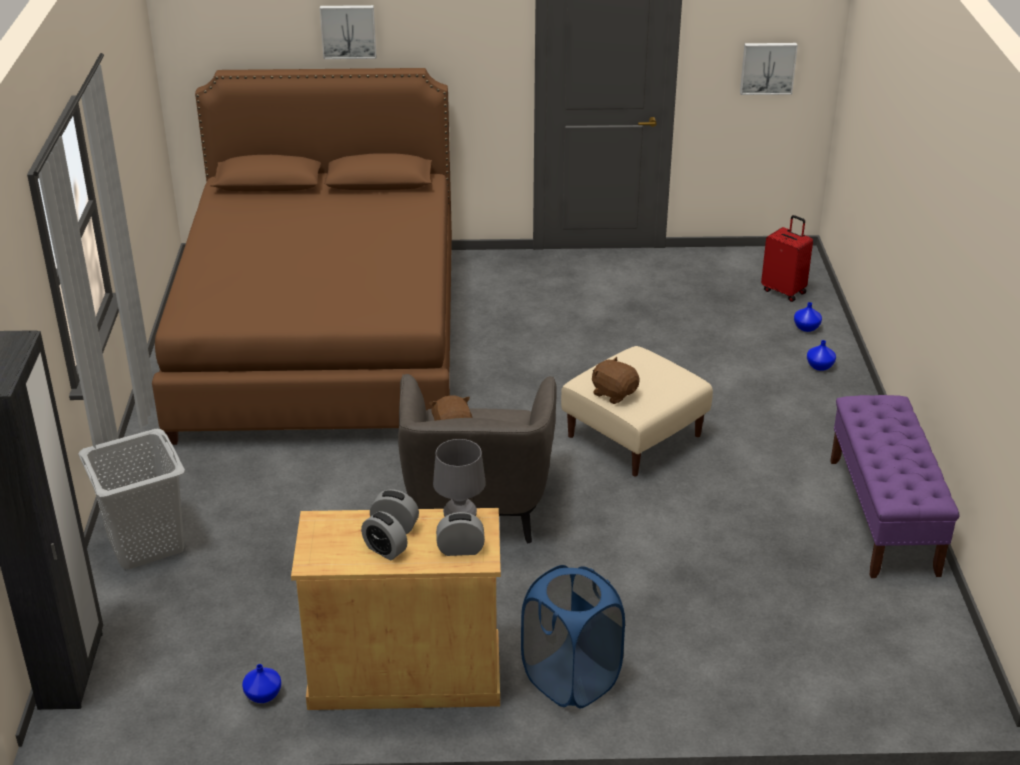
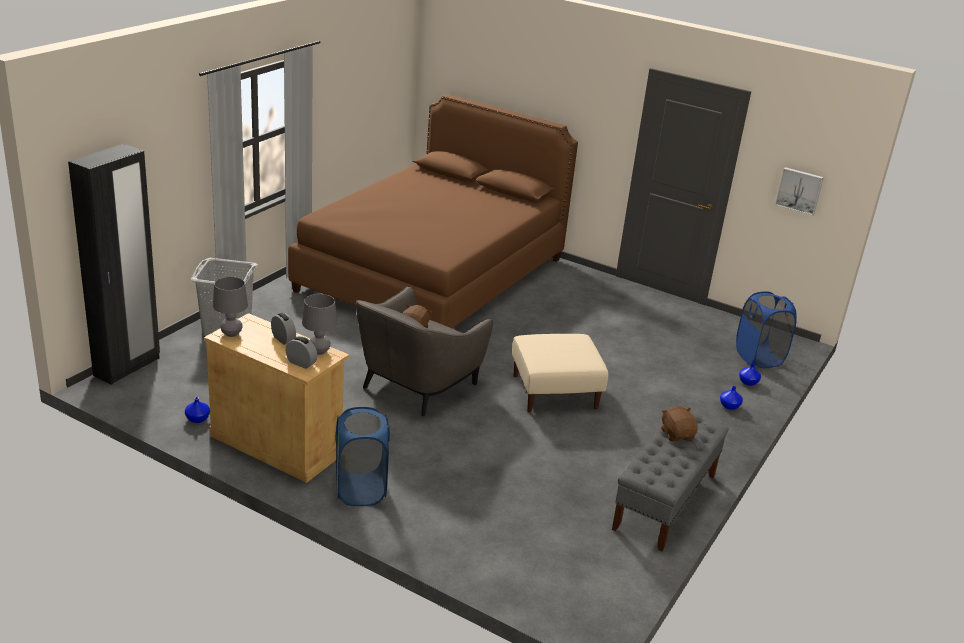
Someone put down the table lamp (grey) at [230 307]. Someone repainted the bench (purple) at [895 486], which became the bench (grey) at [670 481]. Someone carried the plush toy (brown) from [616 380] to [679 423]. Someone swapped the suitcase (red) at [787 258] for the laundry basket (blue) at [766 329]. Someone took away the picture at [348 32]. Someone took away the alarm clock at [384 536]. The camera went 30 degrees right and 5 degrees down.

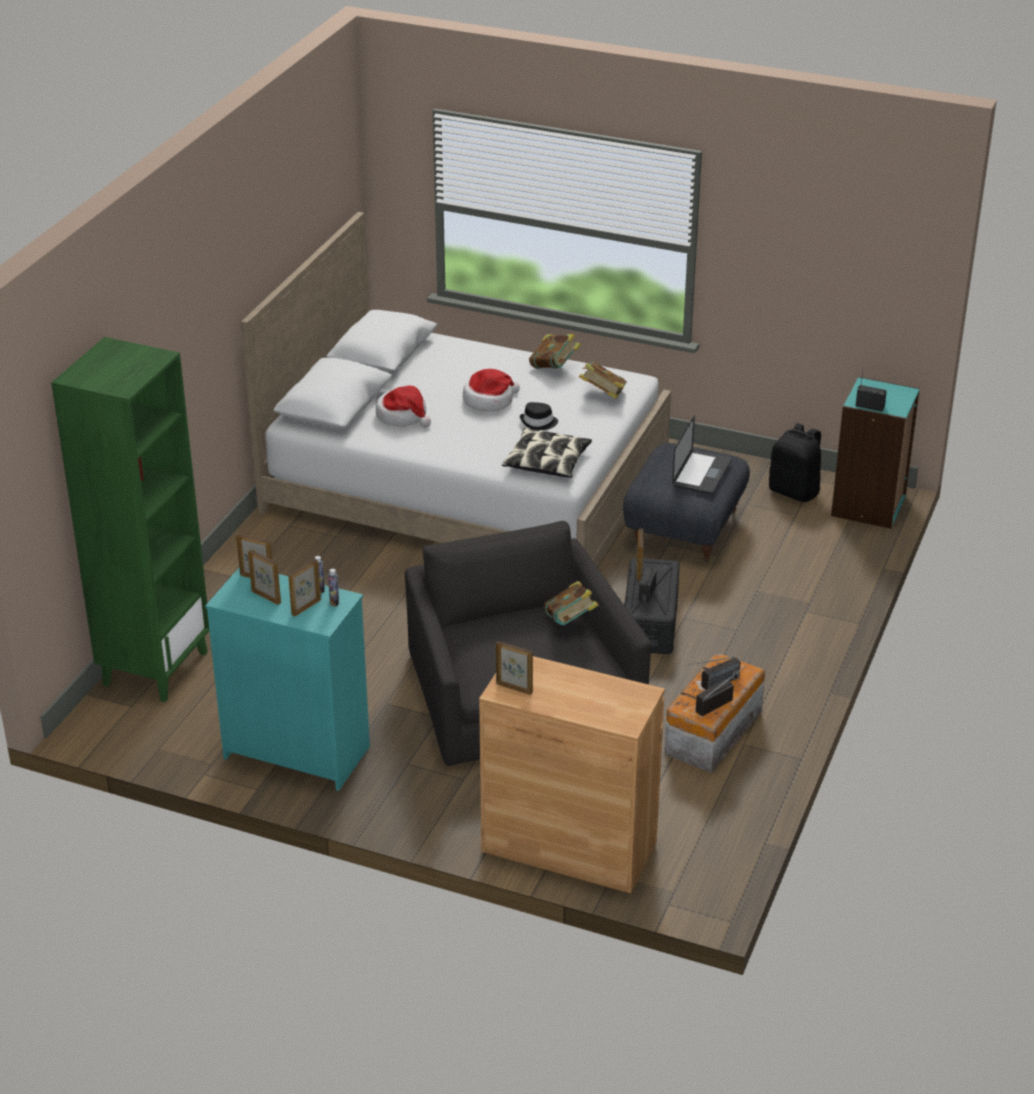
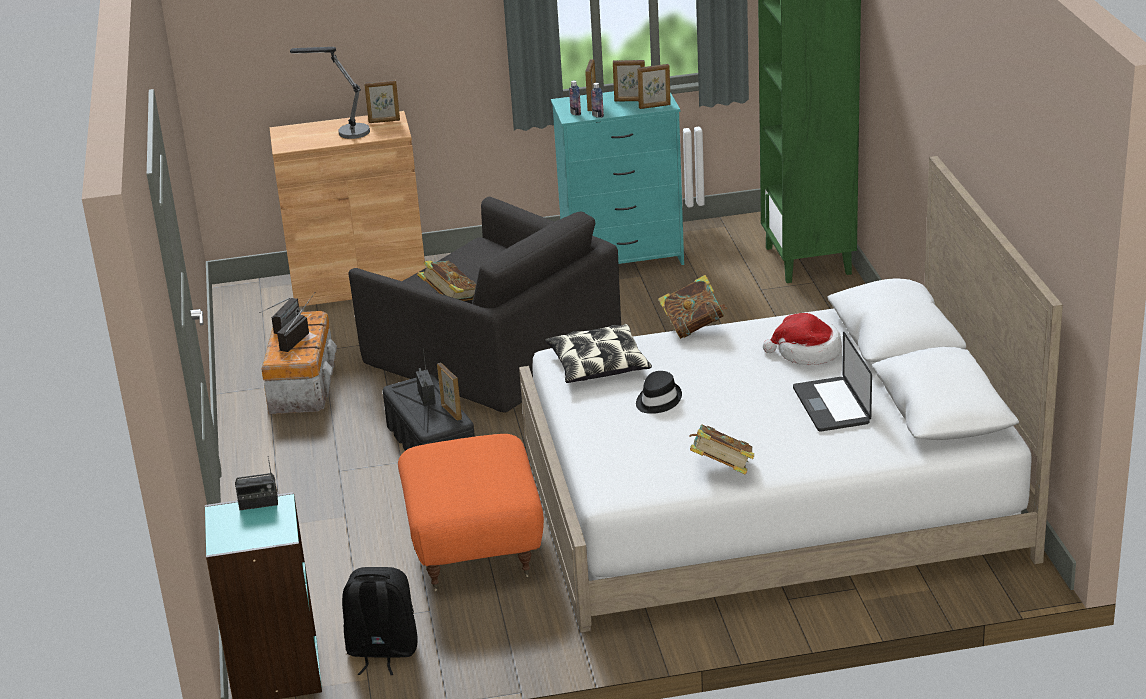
Someone put down the table lamp at [330 93]. Someone repainted the ottoman (grey) at [686 504], which became the ottoman (orange) at [471 513]. Someone carried the book from [603 380] to [693 307]. Someone carried the laptop from [701 455] to [832 381]. Someone took away the hat at [491 390]. The camera went 150 degrees right and 5 degrees down.

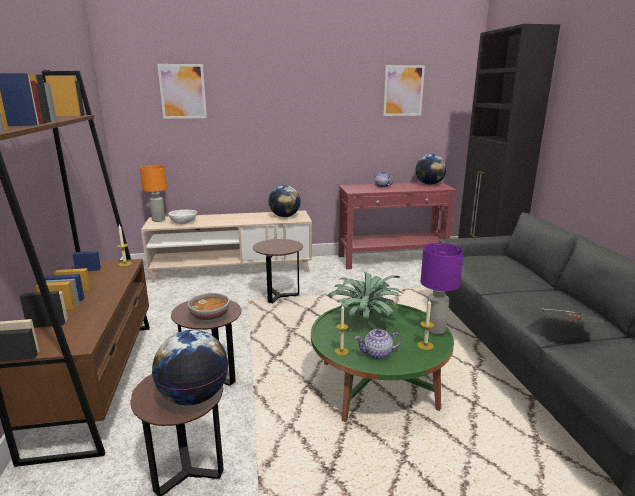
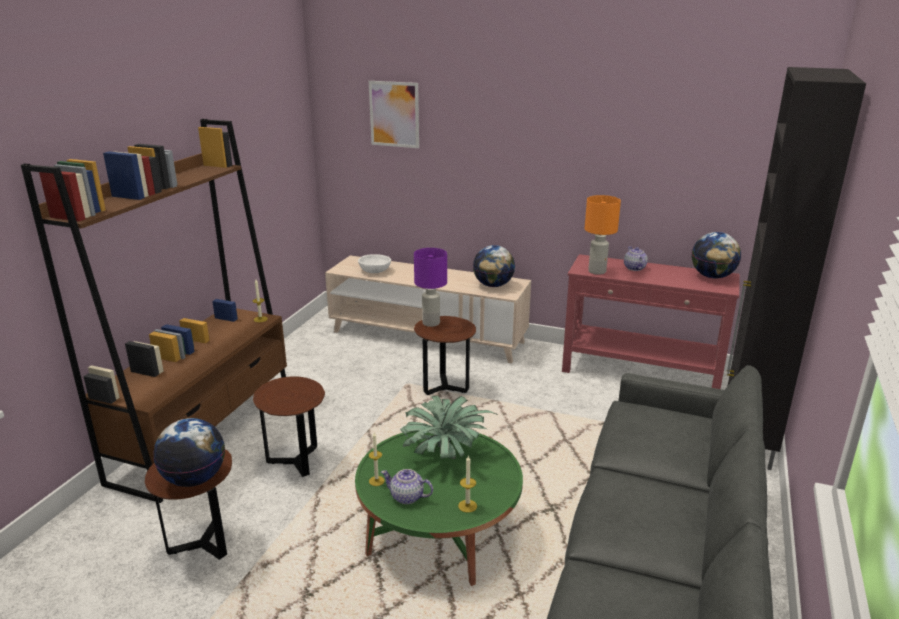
Someone carried the table lamp (purple) from [442 288] to [430 287]. Someone carried the table lamp (orange) from [153 193] to [603 235]. Someone took away the bowl at [209 307]. Someone took away the picture at [404 90]. Someone took away the newspaper at [573 316]. The camera went 30 degrees right and 5 degrees up.

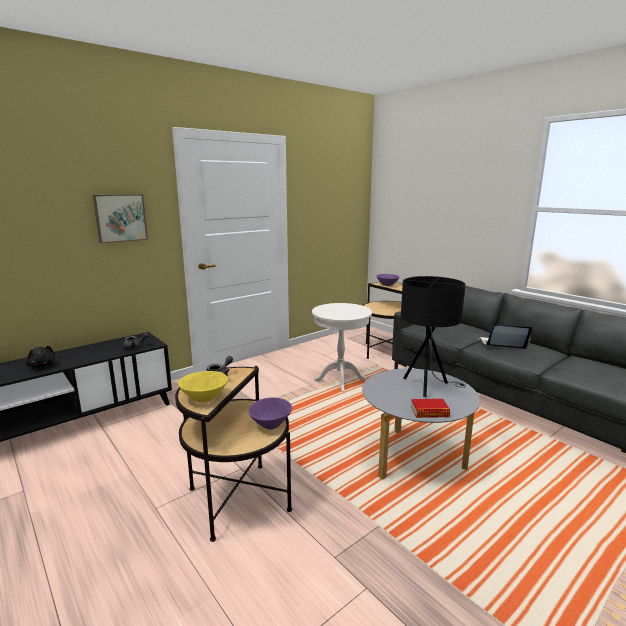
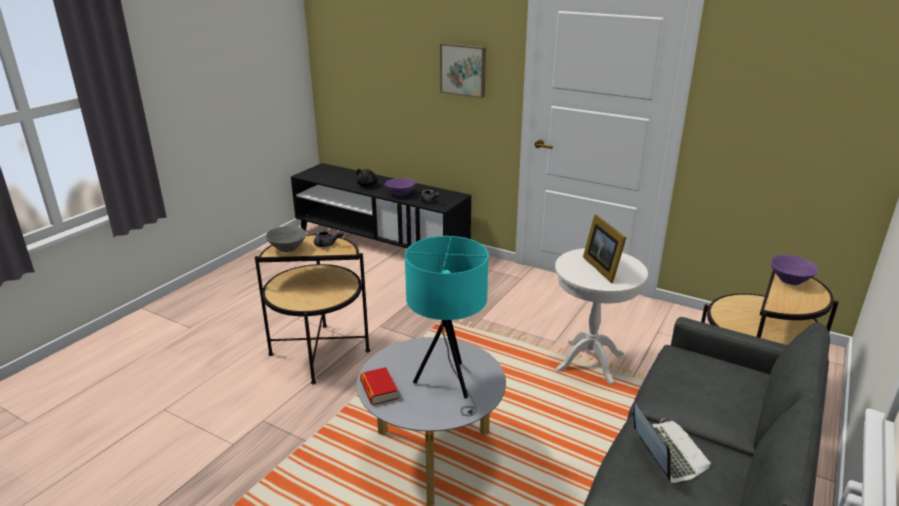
Someone repainted the bowl (yellow) at [203 386], which became the bowl (grey) at [286 239]. Someone carried the bowl (purple) from [270 413] to [400 187]. Someone repainted the table lamp (black) at [433 336], which became the table lamp (turquoise) at [447 326]. Someone put down the picture frame at [604 248]. The camera went 70 degrees right and 10 degrees up.

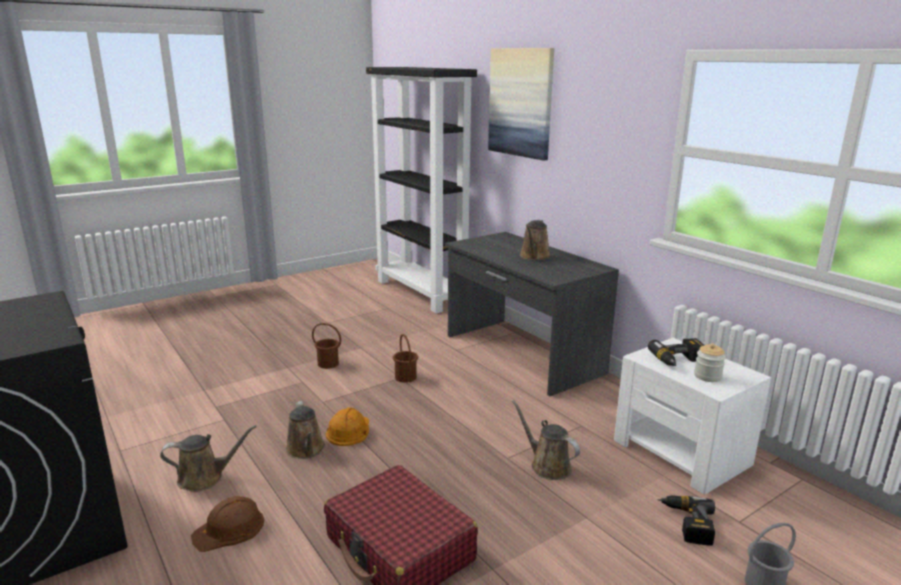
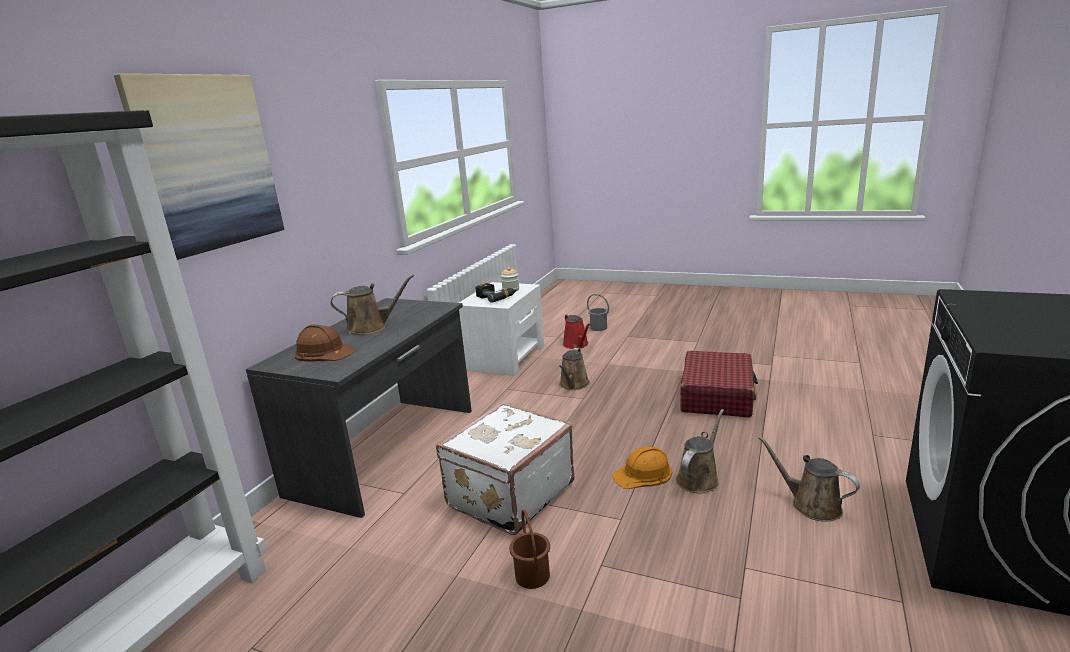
Someone carried the hard hat (brown) from [227 524] to [325 342]. Someone swapped the bucket (brown) at [405 358] for the suitcase (white) at [505 468]. Someone swapped the power drill at [686 520] for the watering can (red) at [577 331]. The camera went 120 degrees left and 0 degrees up.

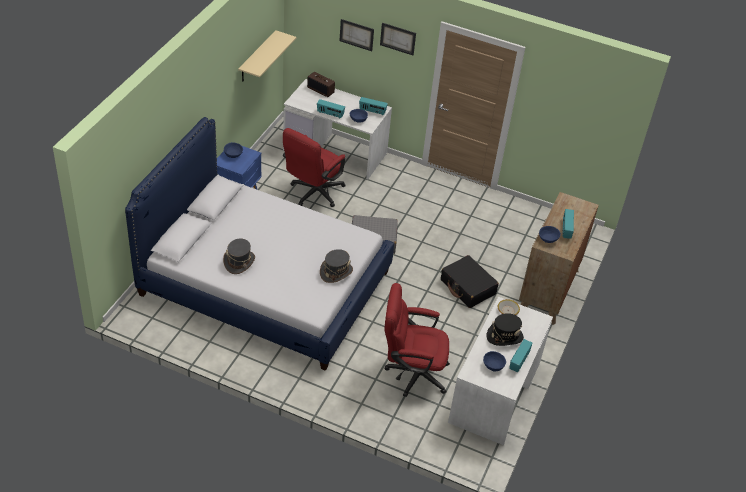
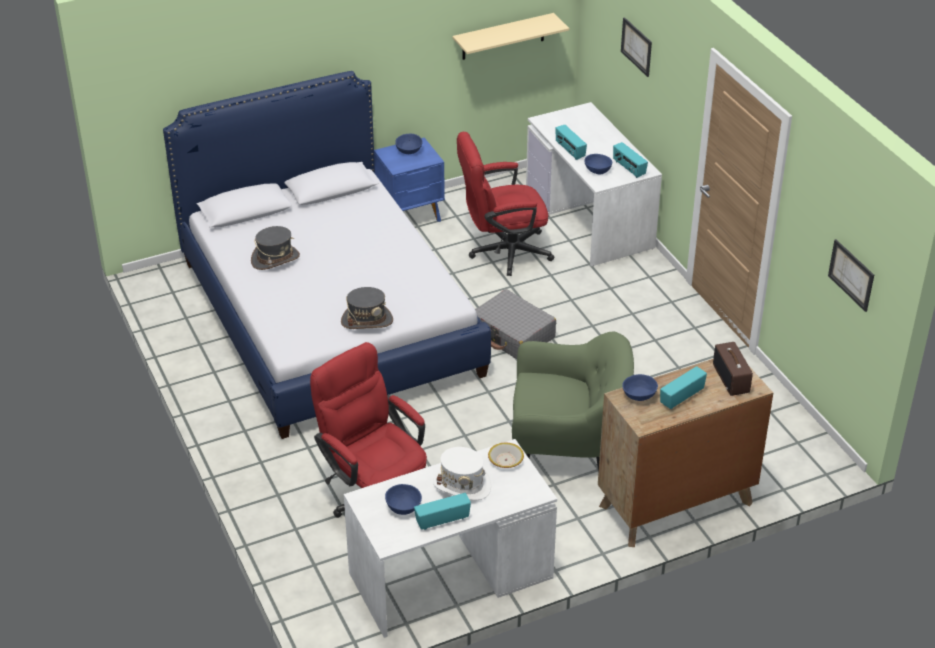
Someone repainted the hat (black) at [505 329], which became the hat (white) at [462 474]. Someone swapped the suitcase (black) at [470 281] for the armchair (green) at [573 401]. Someone carried the radio from [321 84] to [733 369]. Someone carried the picture from [398 39] to [851 275]. The camera went 45 degrees right and 5 degrees down.

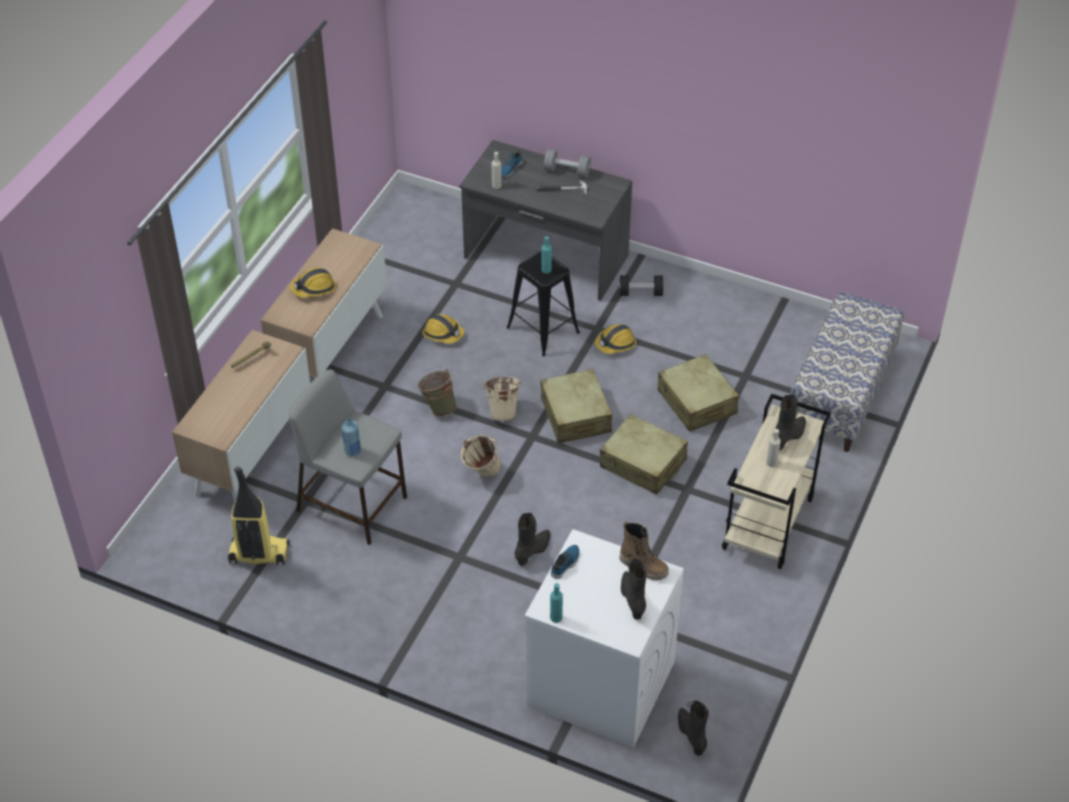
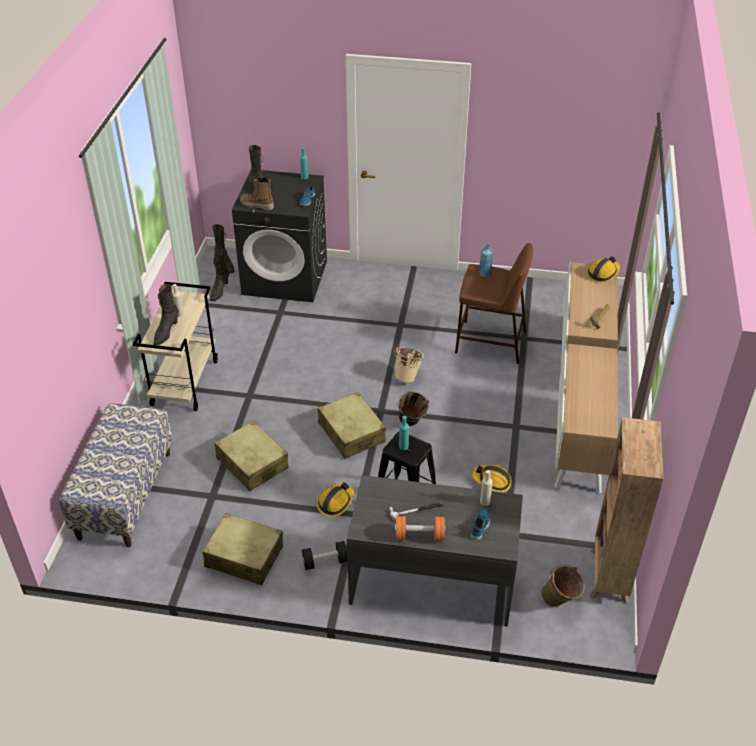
Someone carried the suitcase (beige) from [644 454] to [243 549]. Someone carried the boot (black) from [533 539] to [219 275]. Someone repainted the washing machine (white) at [604 638], which became the washing machine (black) at [279 236]. Someone repainted the dumbbell (grey) at [567 163], which became the dumbbell (orange) at [420 528]. Someone repainted the bucket (beige) at [502 398], which became the bucket (black) at [413 409]. Someone repainted the stool (grey) at [348 457], which became the stool (brown) at [494 303]. Someone carried the bucket (green) from [437 393] to [563 586]. Someone carried the hard hat from [313 282] to [603 269]. Someone put down the bookcase (brown) at [626 510]. Someone took away the vacuum cleaner at [258 516]. The camera went 165 degrees right and 5 degrees down.

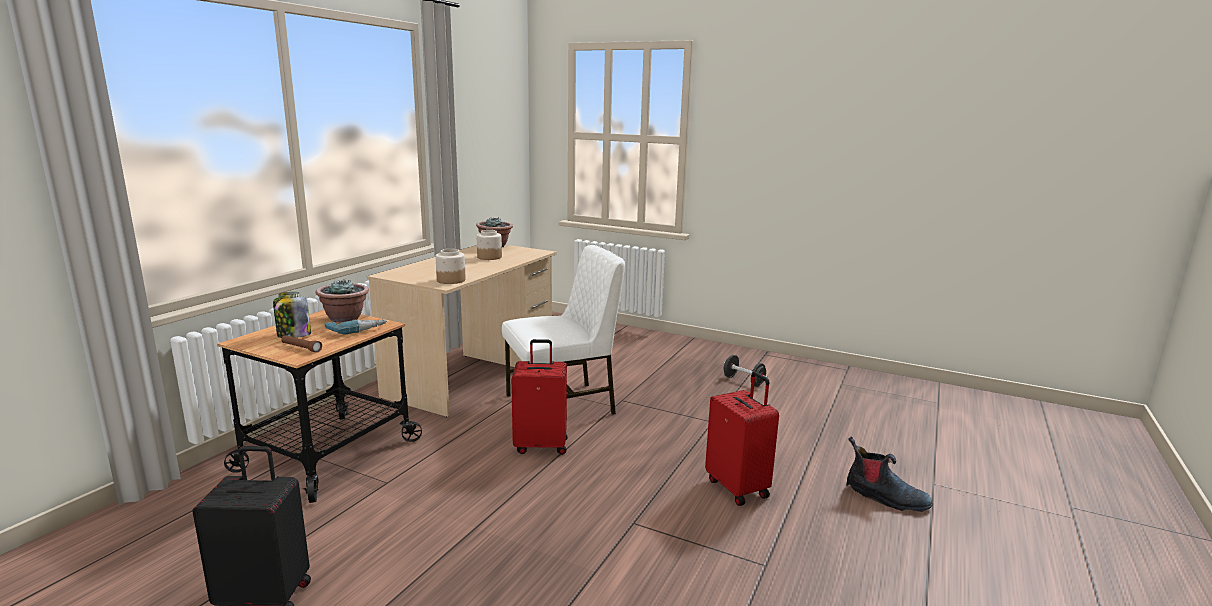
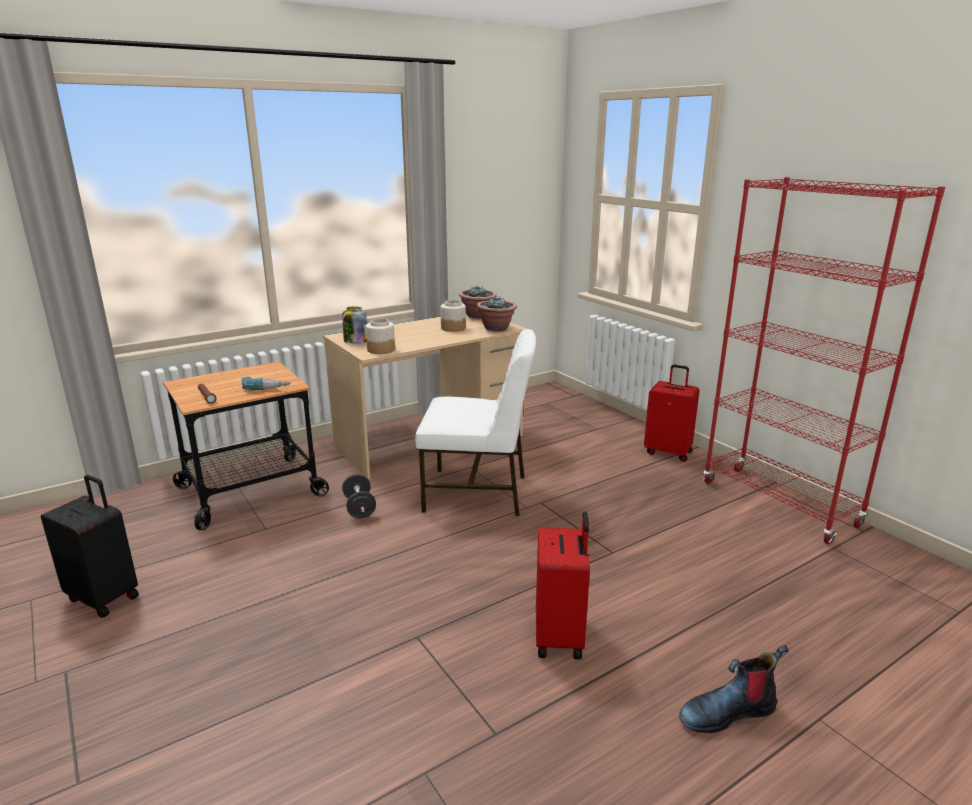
Someone carried the jar from [292 315] to [354 325]. Someone carried the dumbbell (black) from [745 371] to [359 496]. Someone carried the potted plant from [342 300] to [497 314]. Someone carried the suitcase (red) from [539 396] to [672 413]. Someone rotated the boot at [889 474] by 105 degrees clockwise. Someone put down the bookcase (red) at [824 360]. The camera went 30 degrees right and 5 degrees up.

